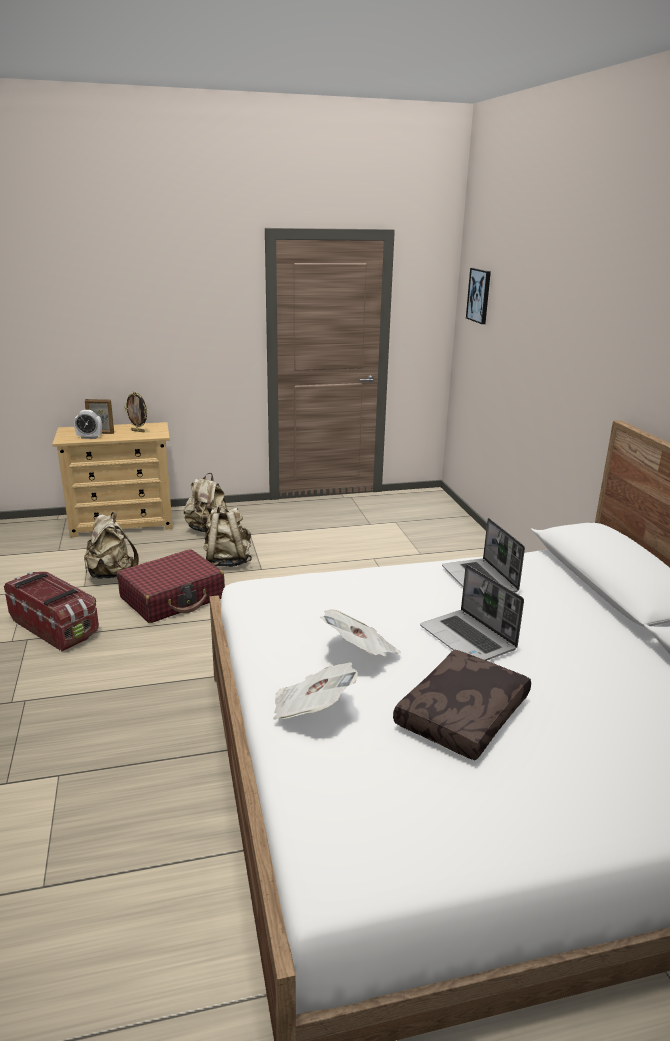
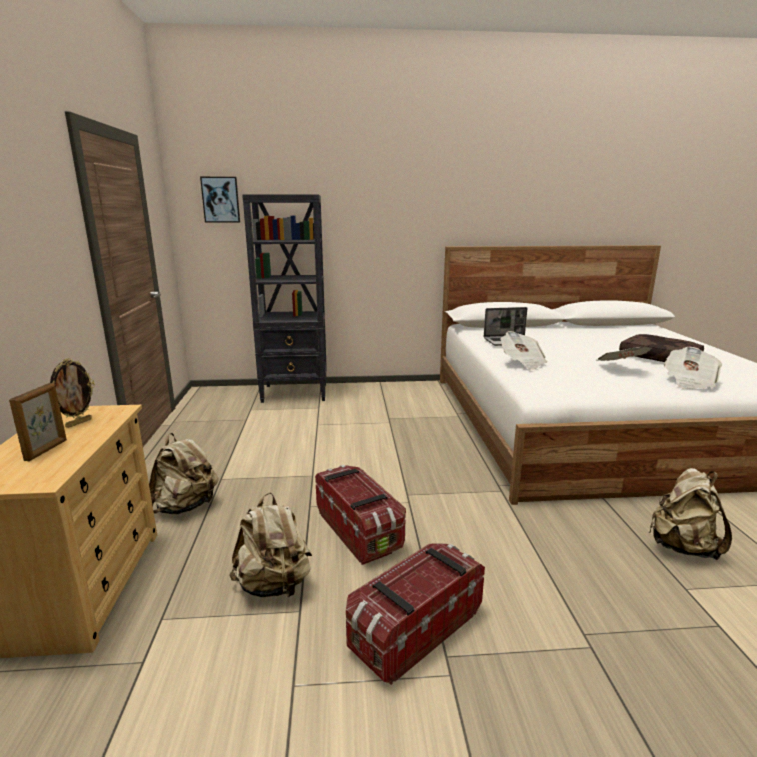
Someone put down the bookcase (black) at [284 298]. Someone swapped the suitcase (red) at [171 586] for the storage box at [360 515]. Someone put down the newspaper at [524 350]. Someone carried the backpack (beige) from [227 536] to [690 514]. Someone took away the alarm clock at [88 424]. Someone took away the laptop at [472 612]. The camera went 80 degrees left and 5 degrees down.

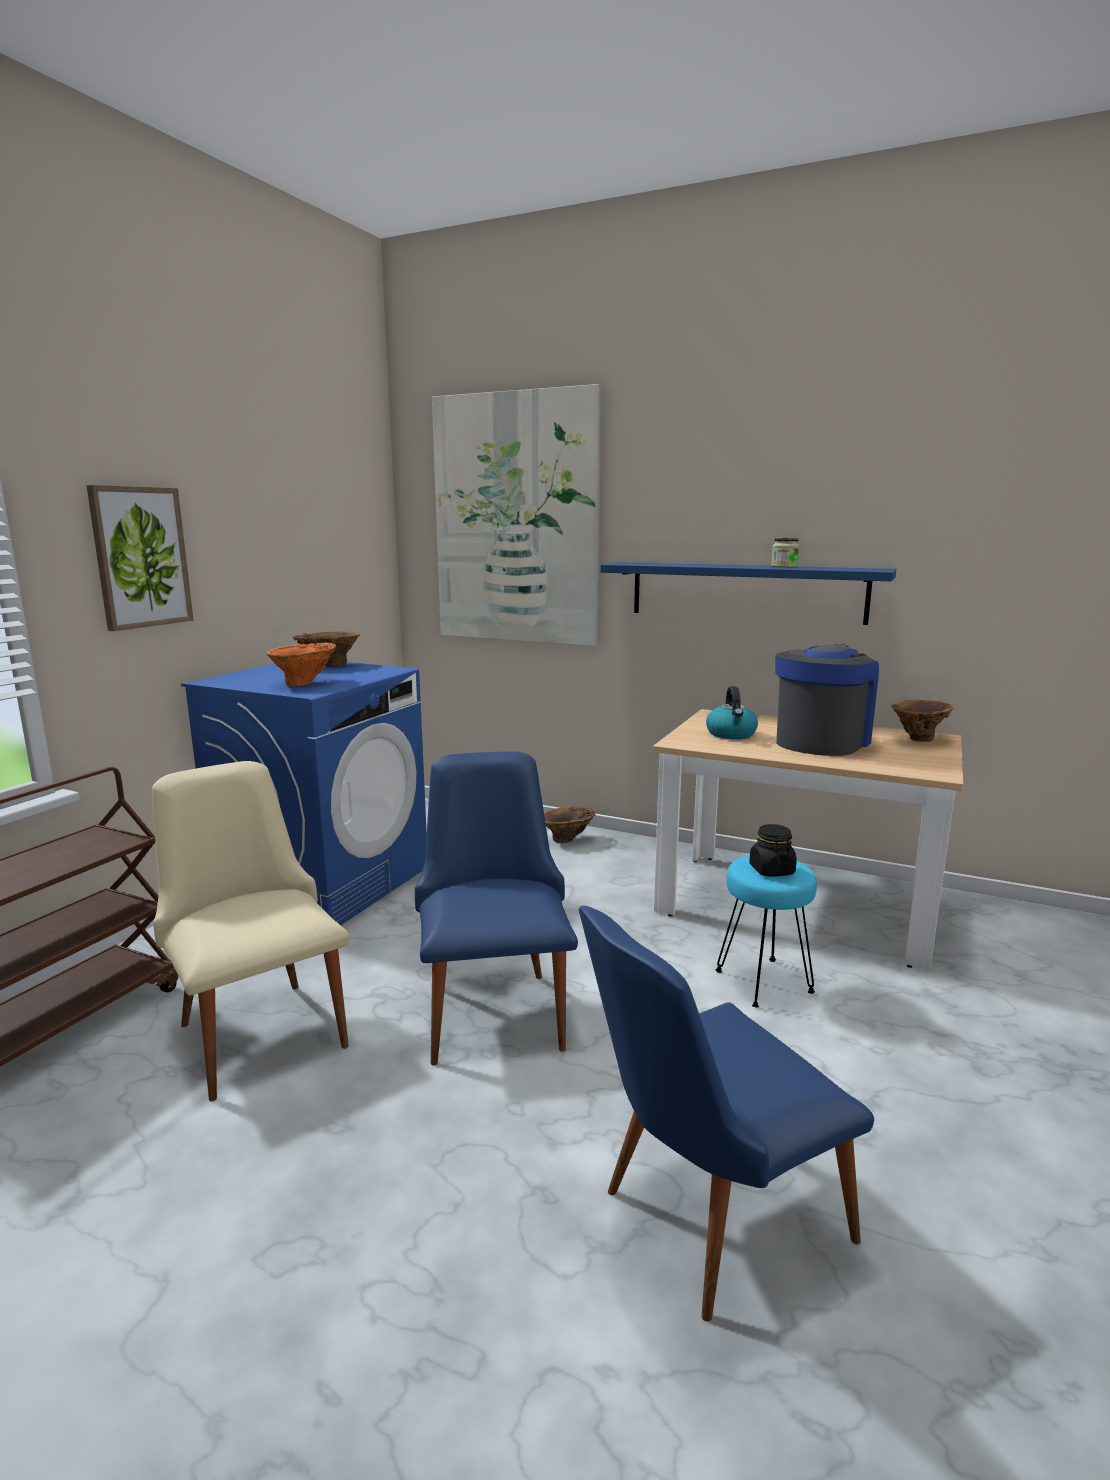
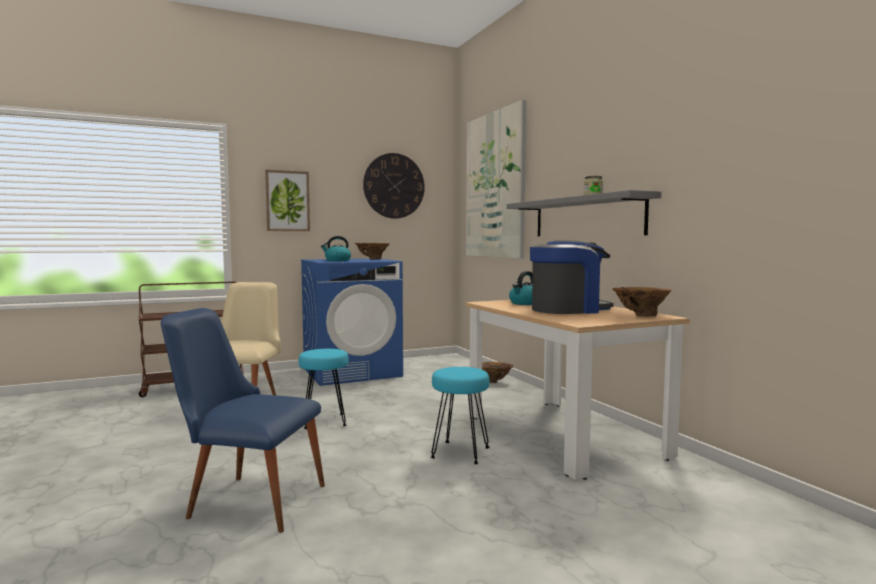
Someone swapped the chair (blue) at [496 908] for the stool (turquoise) at [324 389]. Someone swapped the vase (orange) at [301 664] for the kettle at [336 248]. Someone put up the wall clock at [394 186]. Someone repainted the shelf (blue) at [749 593], which became the shelf (grey) at [583 213]. Someone took away the jar (black) at [773 850]. The camera went 40 degrees right and 10 degrees down.

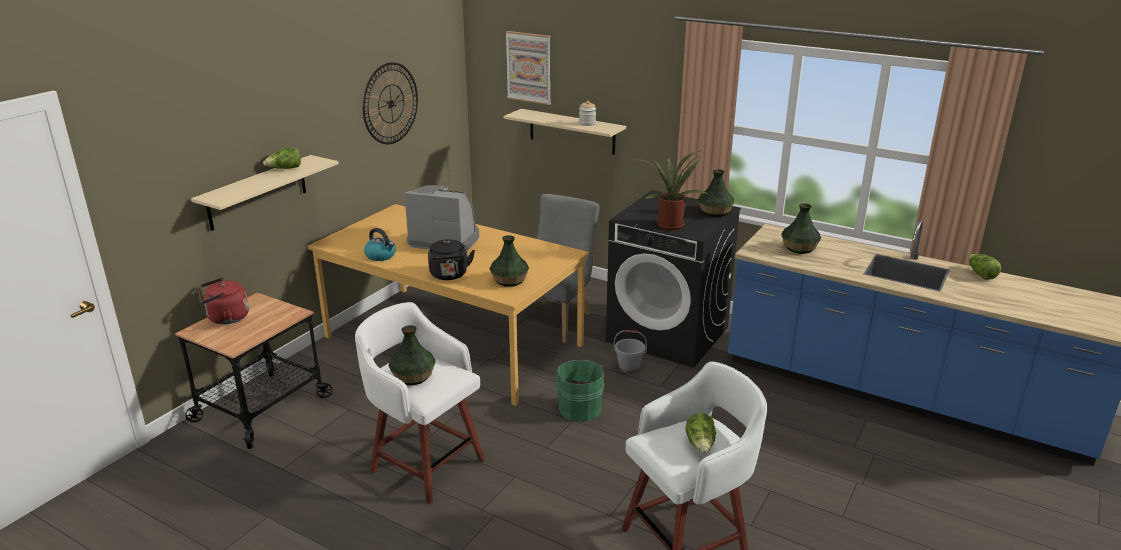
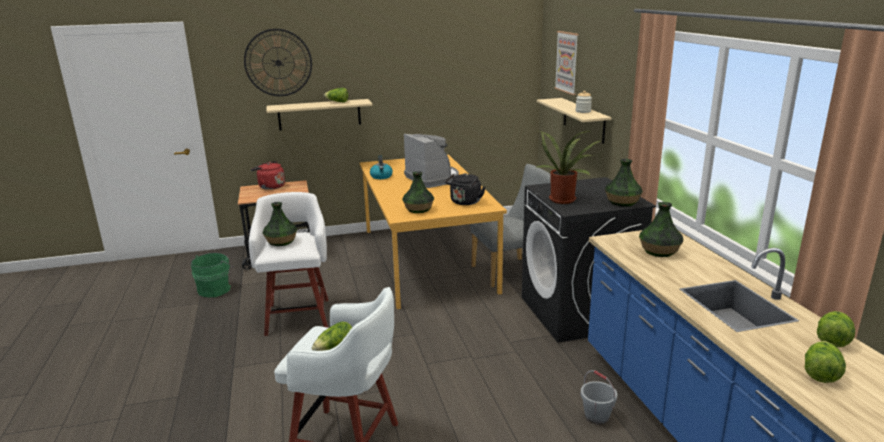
Someone carried the bucket (green) from [578 390] to [212 275]. Someone carried the wall clock from [390 103] to [278 62]. Someone carried the kettle (black) from [451 259] to [465 189]. Someone carried the bucket (grey) from [630 352] to [598 397]. Someone put down the lettuce at [825 362]. The camera went 45 degrees right and 5 degrees down.

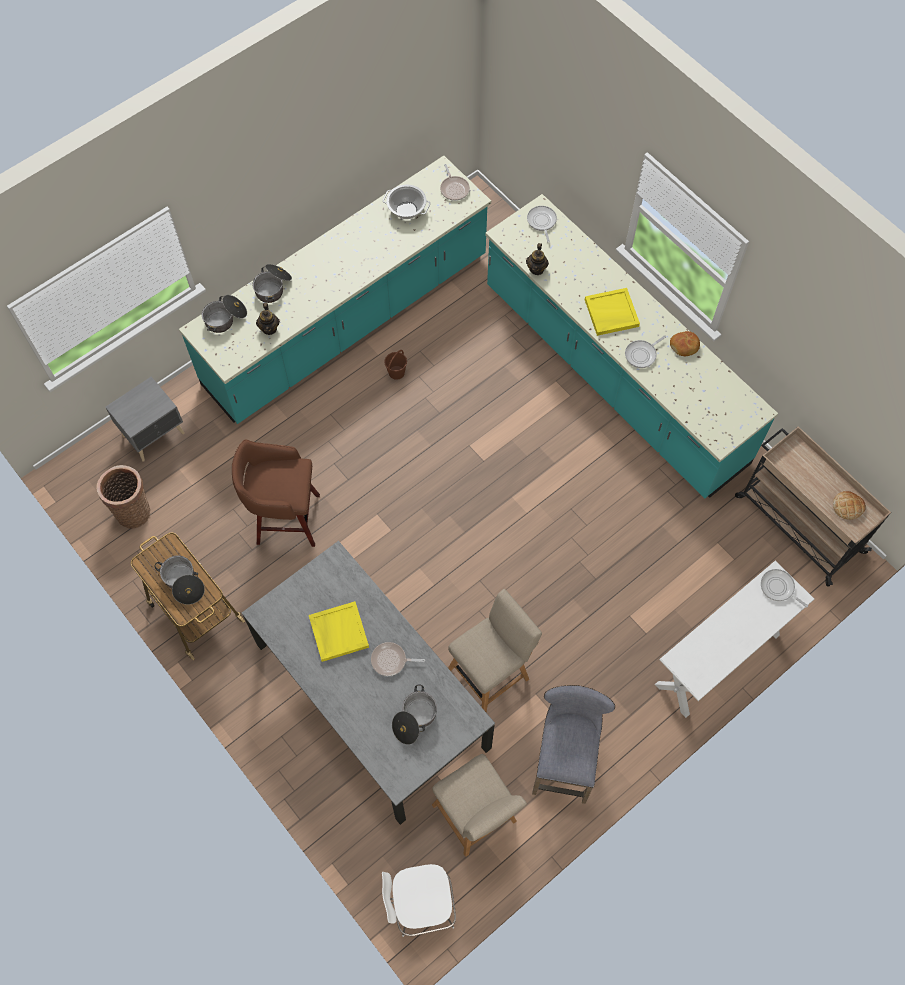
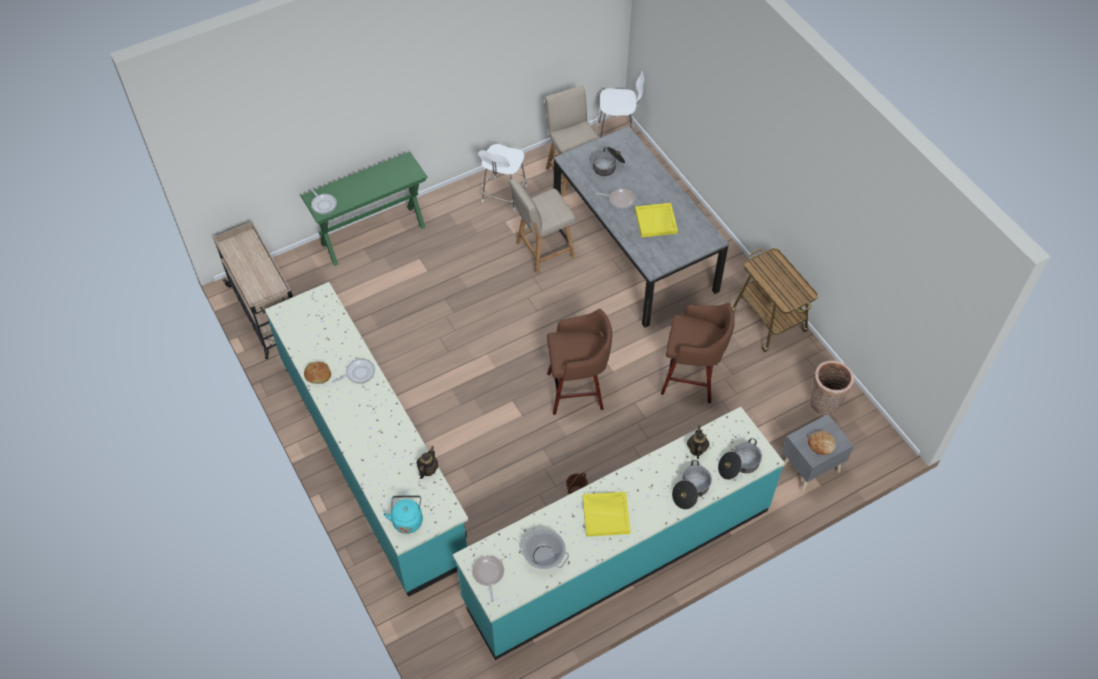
Someone repainted the console table (white) at [734 639], which became the console table (green) at [364 209]. Someone swapped the frying pan at [542 224] for the kettle (turquoise) at [403 514]. Someone swapped the stool (grey) at [573 744] for the chair (white) at [502 177]. Someone put down the stool (brown) at [579 362]. Someone carried the tray (yellow) from [612 312] to [607 514]. Someone carried the bread from [849 505] to [822 442]. Someone took away the cooking pot at [180 580]. The camera went 170 degrees left and 10 degrees down.

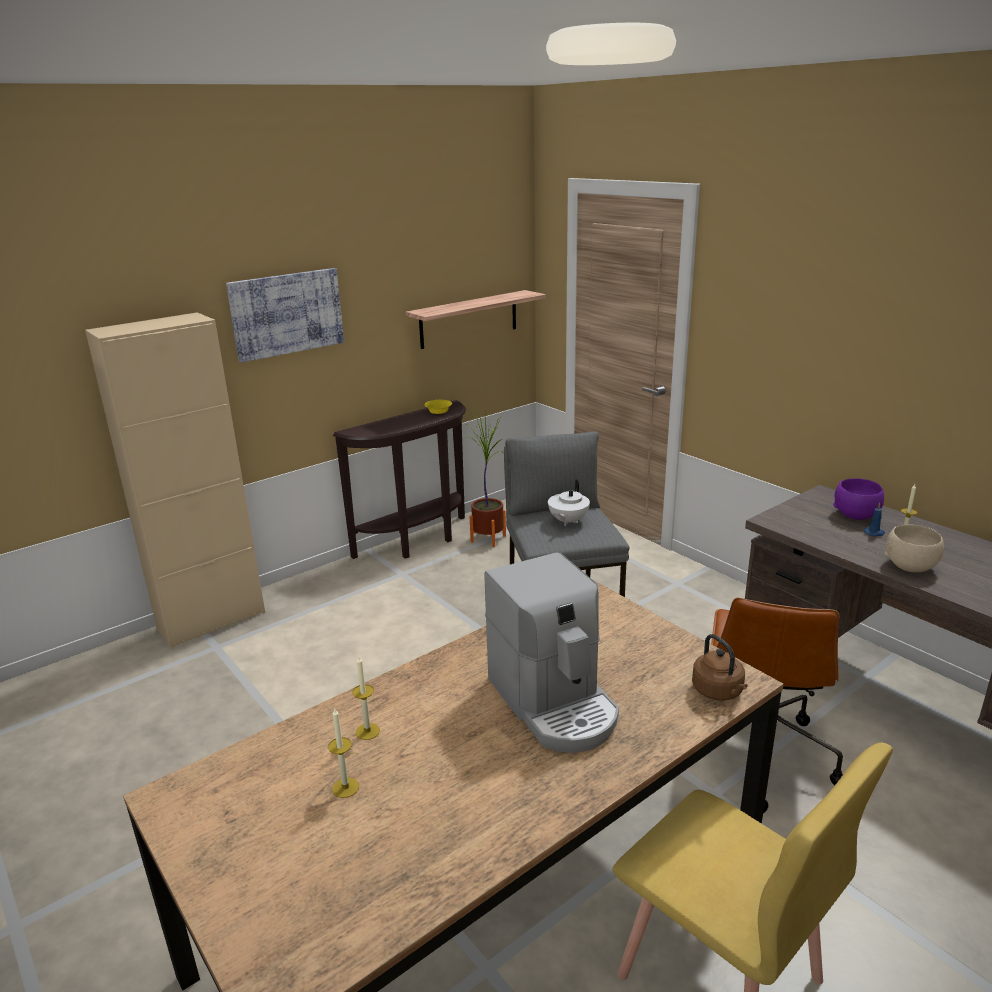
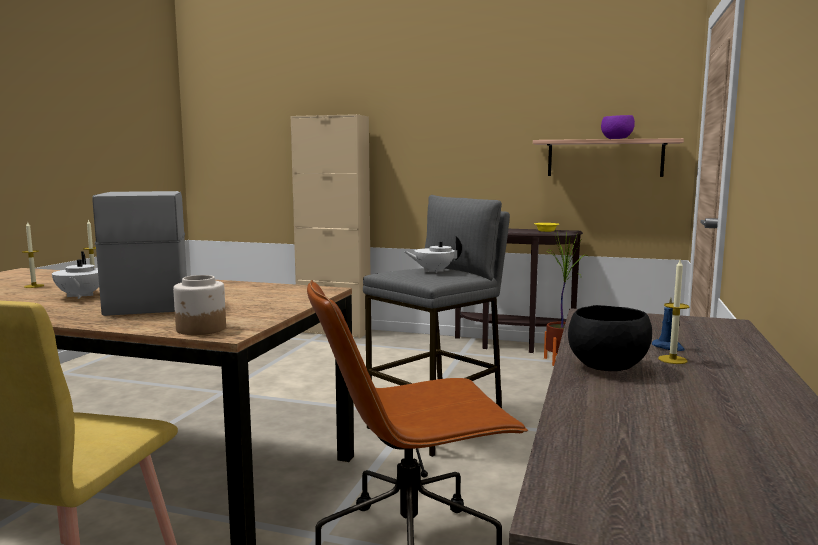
Someone put down the teapot (white) at [75 275]. Someone rotated the coffee machine at [551 652] by 135 degrees clockwise. Someone swapped the kettle (brown) at [720 667] for the jar at [199 305]. Someone repainted the bowl (beige) at [914 548], which became the bowl (black) at [610 338]. Someone carried the bowl (purple) from [858 499] to [618 127]. Someone took away the picture at [285 315]. The camera went 55 degrees right and 15 degrees down.

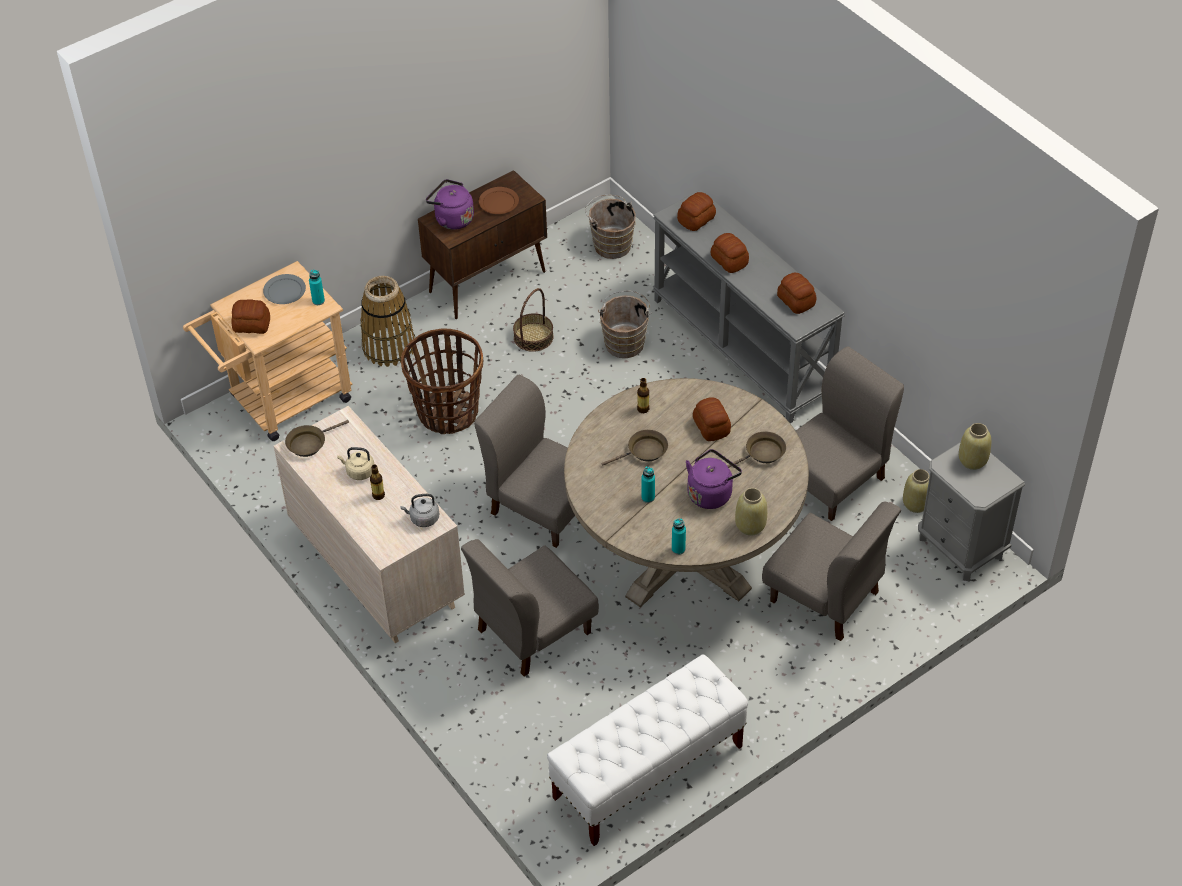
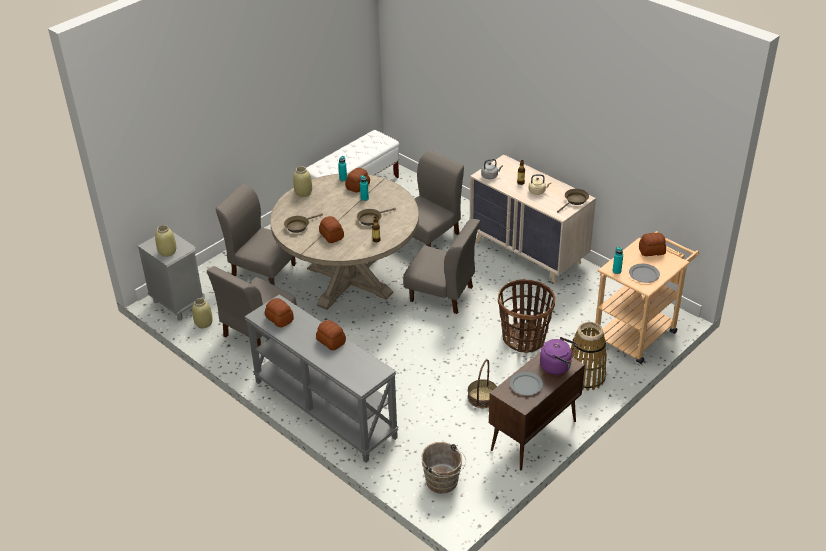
Someone carried the bread from [696 211] to [357 180]. Someone repainted the plate (brown) at [499 200], which became the plate (grey) at [526 383]. Someone took away the bucket (brown) at [625 324]. Someone took away the kettle (purple) at [714 479]. The camera went 170 degrees right and 10 degrees down.

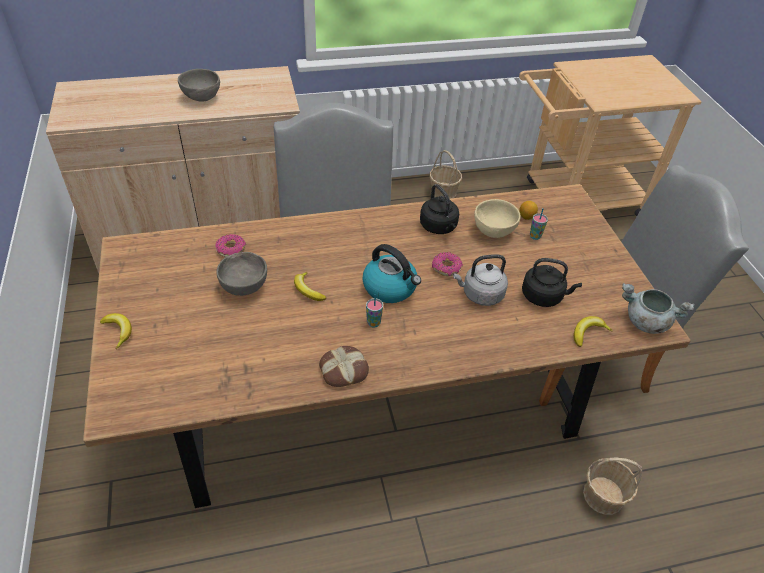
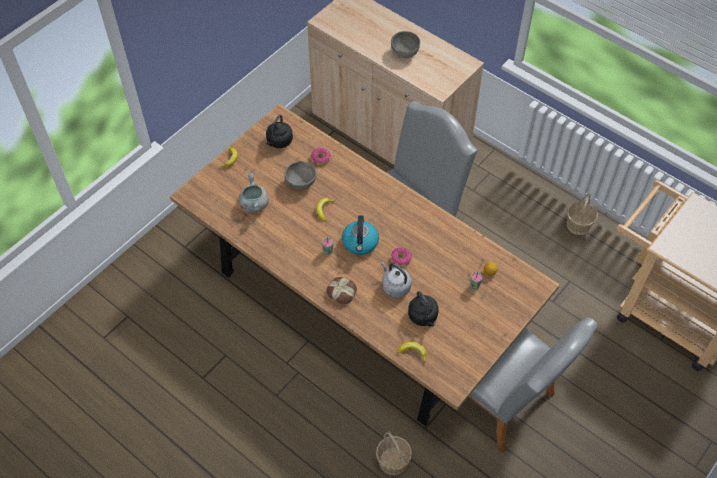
Someone carried the cooking pot (grey) from [658 308] to [254 193]. Someone carried the kettle (black) from [439 209] to [279 131]. Someone carried the bread from [344 366] to [341 290]. Someone took away the bowl (beige) at [497 218]. The camera went 55 degrees right and 10 degrees up.

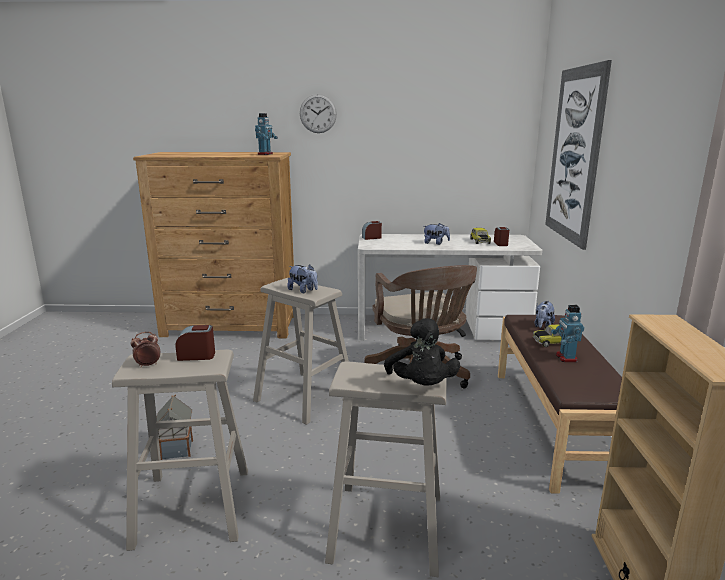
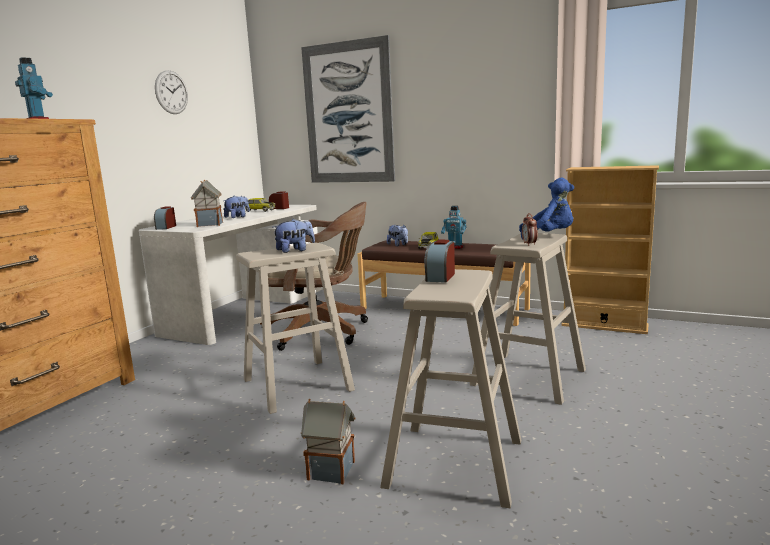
Someone carried the wall clock from [318 113] to [171 92]. Someone put down the toy house at [207 203]. Someone repainted the plush toy (black) at [422 352], which became the plush toy (blue) at [546 209]. Someone carried the alarm clock from [146 349] to [530 229]. The camera went 65 degrees left and 5 degrees down.

